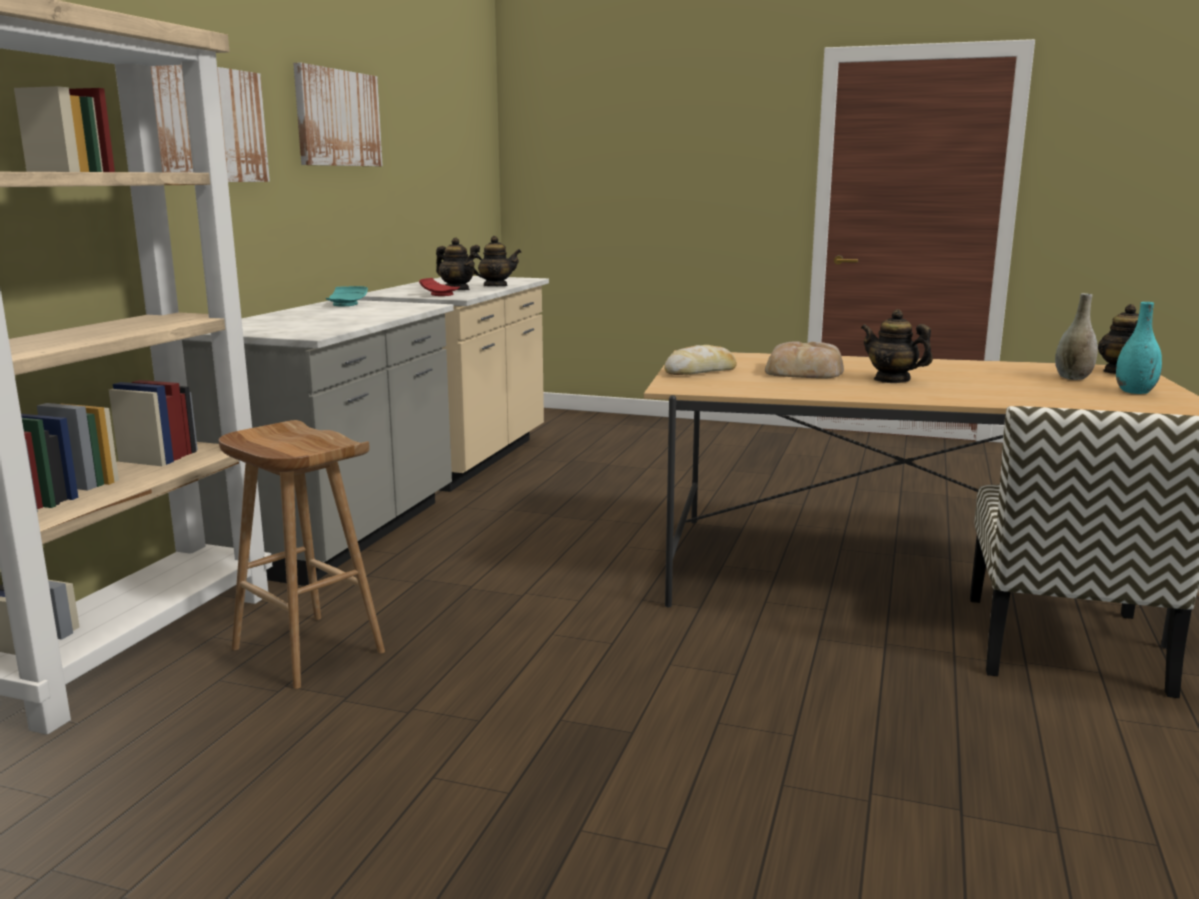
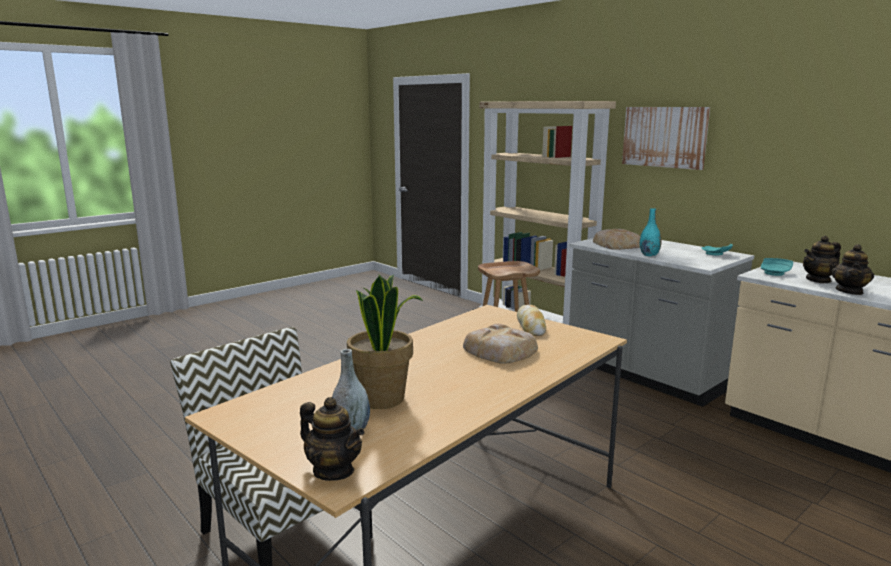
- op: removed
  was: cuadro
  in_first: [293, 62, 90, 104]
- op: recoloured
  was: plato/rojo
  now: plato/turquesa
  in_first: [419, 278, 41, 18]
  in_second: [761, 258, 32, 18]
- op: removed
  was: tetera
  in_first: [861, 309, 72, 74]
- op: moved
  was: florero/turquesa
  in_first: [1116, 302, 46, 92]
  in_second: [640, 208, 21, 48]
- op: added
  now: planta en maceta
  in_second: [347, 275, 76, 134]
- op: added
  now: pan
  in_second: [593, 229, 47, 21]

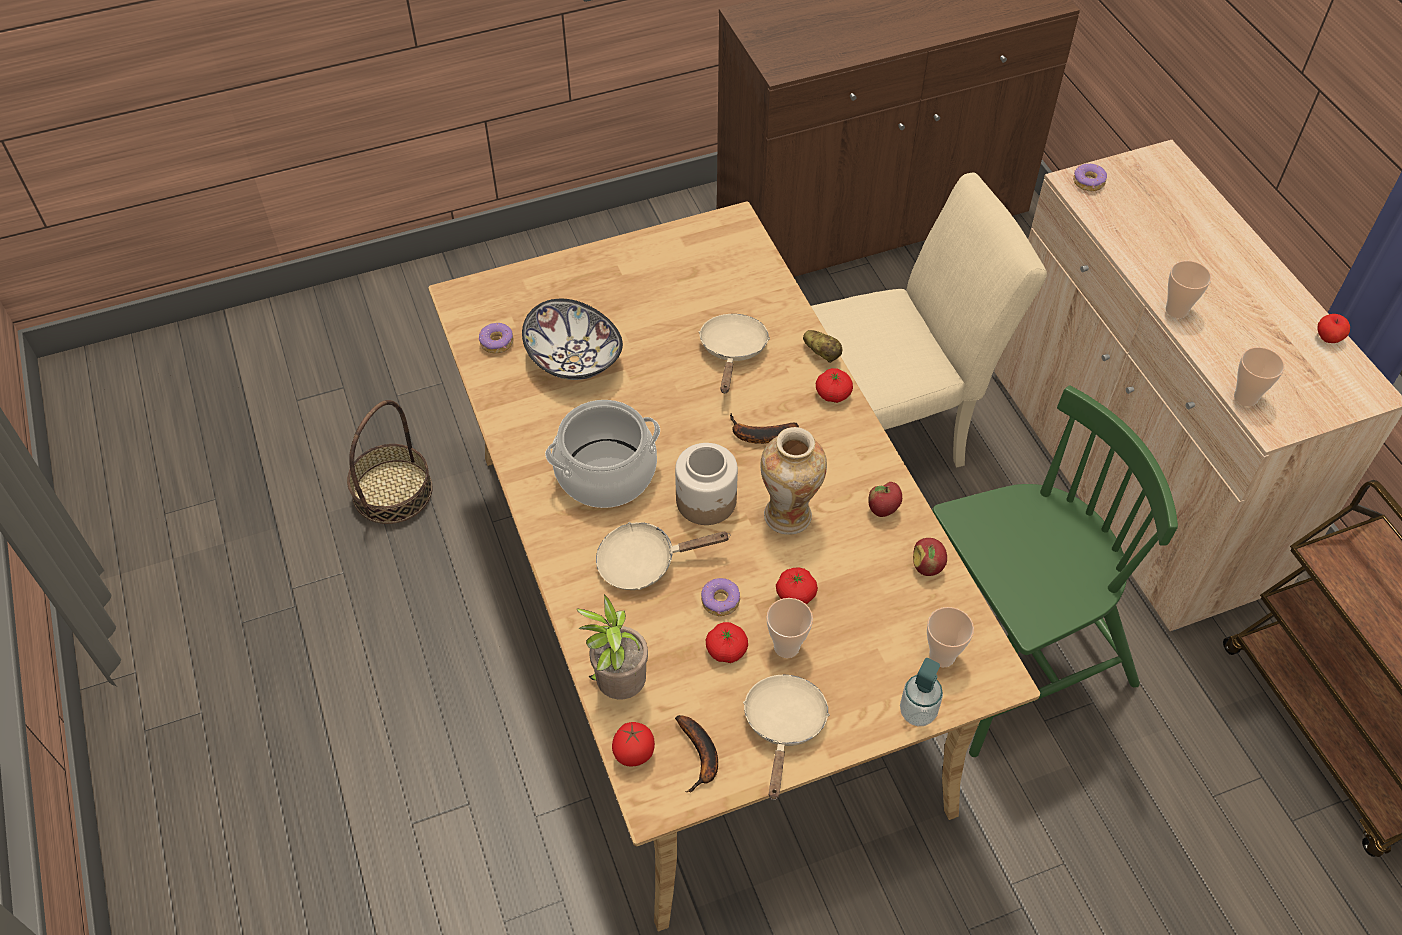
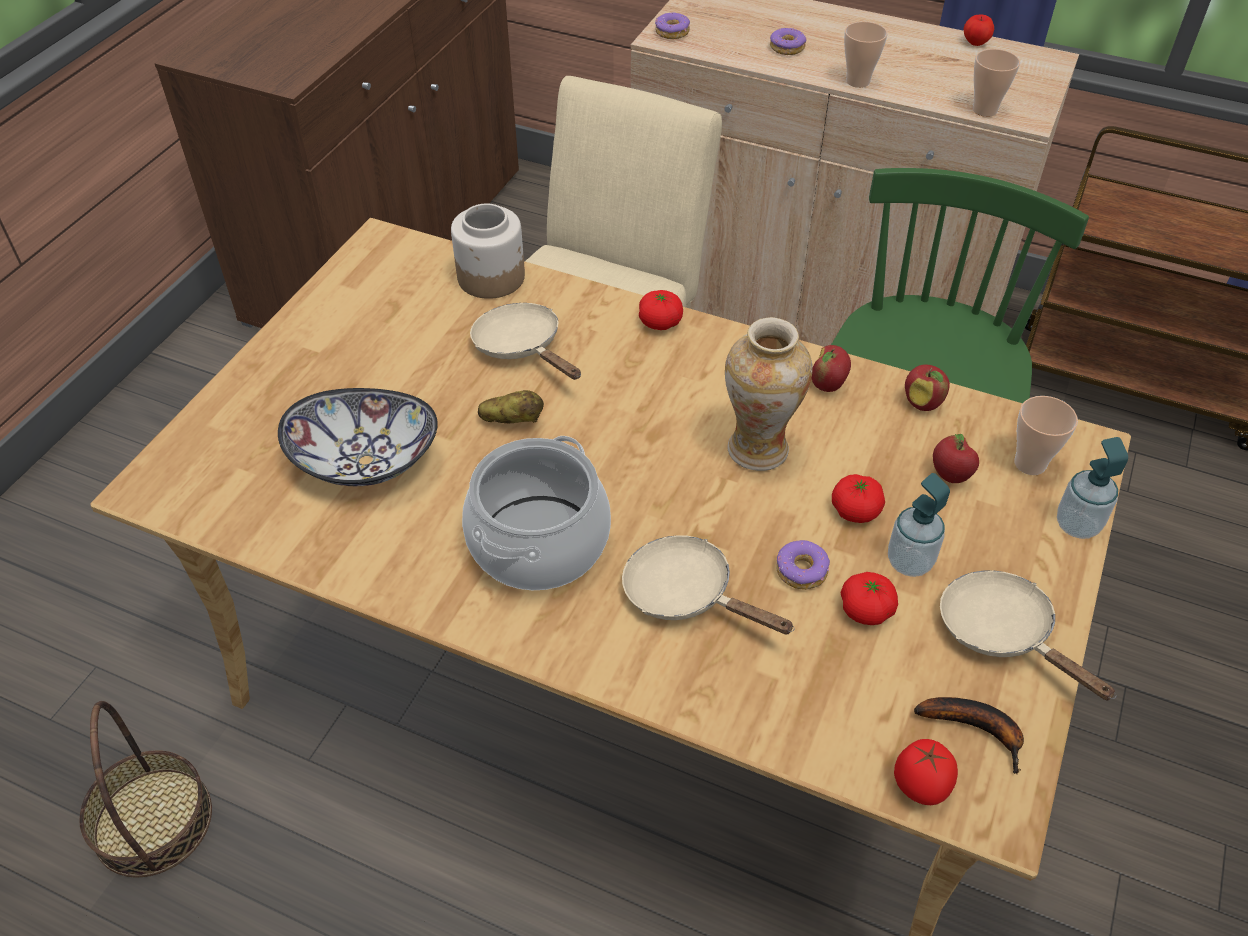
- op: moved
  was: rosquilla
  in_first: [479, 323, 35, 31]
  in_second: [770, 28, 37, 27]
- op: removed
  was: planta en maceta
  in_first: [577, 595, 71, 104]
- op: turned
  was: sartén/beis
  in_first: [596, 522, 133, 68]
  in_second: [622, 535, 173, 99]
  clockwise: 90
- op: moved
  was: tarro
  in_first: [675, 443, 63, 82]
  in_second: [451, 204, 74, 95]
- op: removed
  was: plátano
  in_first: [730, 413, 69, 31]
- op: replaced
  was: taza
  now: dispensador de jabón
  in_first: [767, 598, 46, 60]
  in_second: [888, 473, 62, 104]
- op: moved
  was: patata
  in_first: [803, 330, 39, 33]
  in_second: [478, 390, 66, 33]
- op: added
  now: manzana
  in_second: [933, 434, 46, 49]

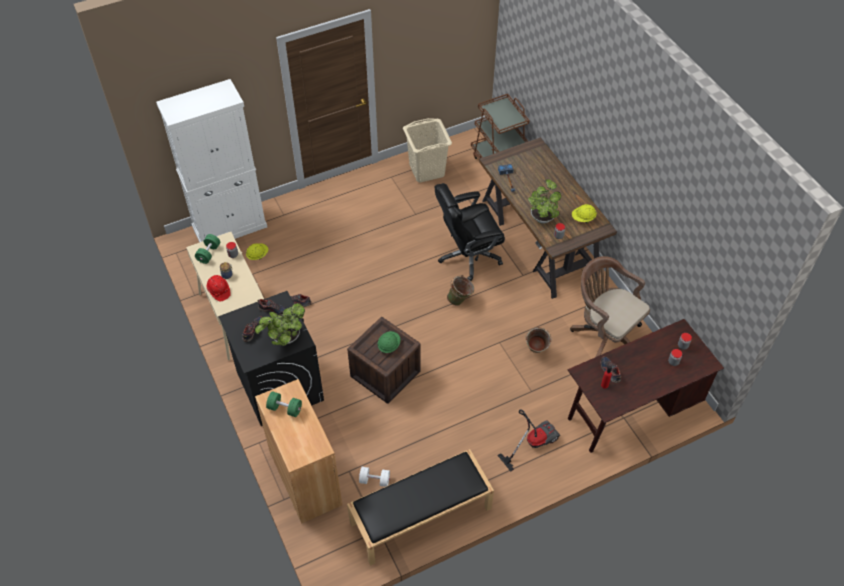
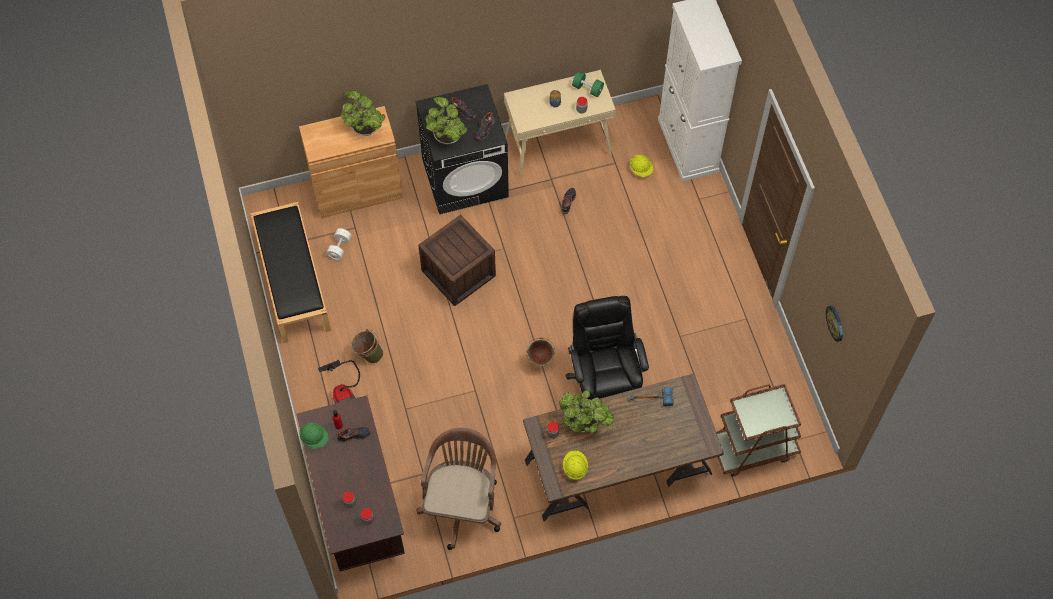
- op: removed
  was: casco/rojo
  in_first: [206, 275, 25, 26]
- op: replaced
  was: mancuerna/verde
  now: planta en maceta
  in_first: [266, 391, 36, 26]
  in_second: [340, 91, 45, 45]
- op: moved
  was: casco/verde
  in_first: [378, 331, 23, 22]
  in_second: [299, 423, 29, 25]
- op: removed
  was: cesto de la ropa/beis
  in_first: [403, 118, 49, 65]
- op: moved
  was: cubo/verde
  in_first: [525, 327, 27, 26]
  in_second: [351, 329, 32, 34]
- op: turned
  was: silla de oficina/marrón
  in_first: [570, 256, 80, 101]
  in_second: [416, 428, 85, 122]
  clockwise: -45
- op: added
  now: reloj de pared
  in_second: [826, 306, 17, 36]

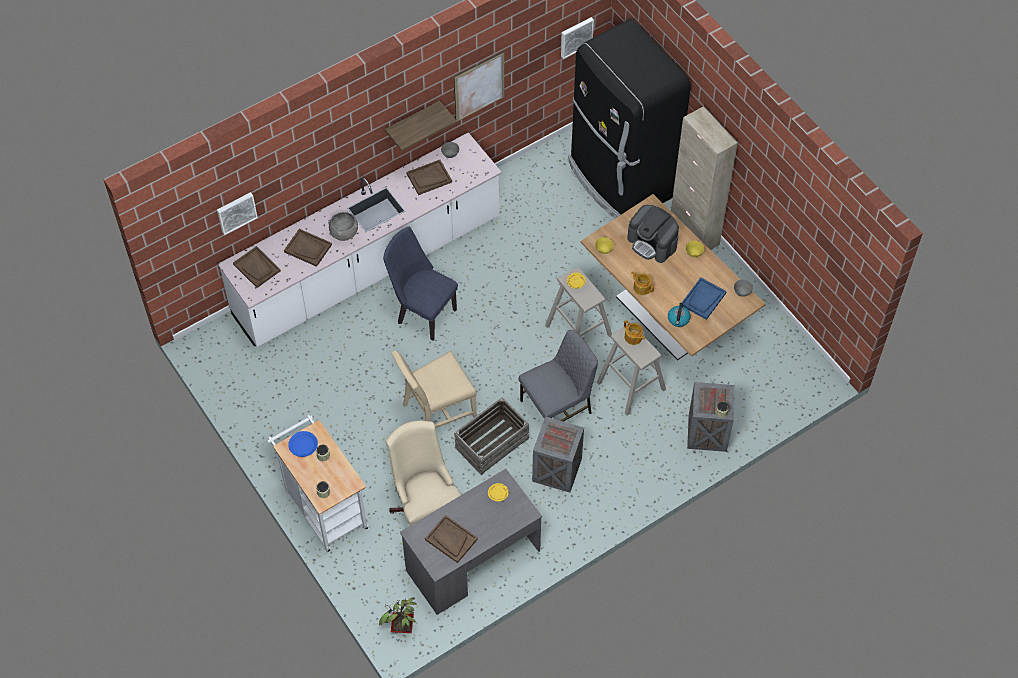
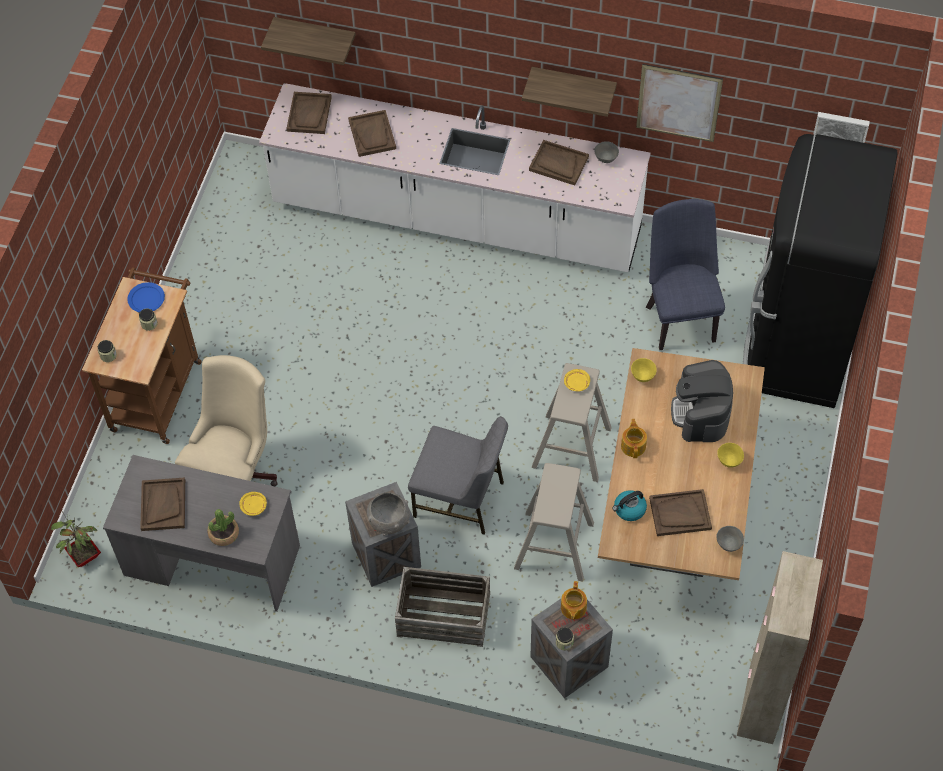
- op: replaced
  was: cuadro
  now: estante
  in_first: [217, 192, 41, 43]
  in_second: [261, 17, 95, 48]
- op: recoloured
  was: carrito/blanco
  now: carrito/marrón
  in_first: [267, 415, 102, 137]
  in_second: [82, 267, 120, 177]
- op: moved
  was: cuenco/gris
  in_first: [328, 211, 30, 30]
  in_second: [367, 492, 43, 44]
- op: moved
  was: silla/azul
  in_first: [383, 227, 75, 114]
  in_second: [646, 199, 79, 151]
- op: removed
  was: silla/beis
  in_first: [391, 351, 86, 77]
- op: moved
  was: caja de embalaje
  in_first: [454, 397, 75, 78]
  in_second: [395, 567, 95, 80]
- op: moved
  was: tetera
  in_first: [624, 320, 21, 25]
  in_second: [561, 581, 26, 38]
- op: moved
  was: armario/beis
  in_first: [671, 106, 67, 144]
  in_second: [737, 551, 86, 193]
- op: recoloured
  was: bandeja/azul
  now: bandeja/marrón
  in_first: [682, 277, 45, 43]
  in_second: [649, 489, 63, 47]
- op: added
  now: planta en maceta
  in_second: [207, 509, 32, 37]

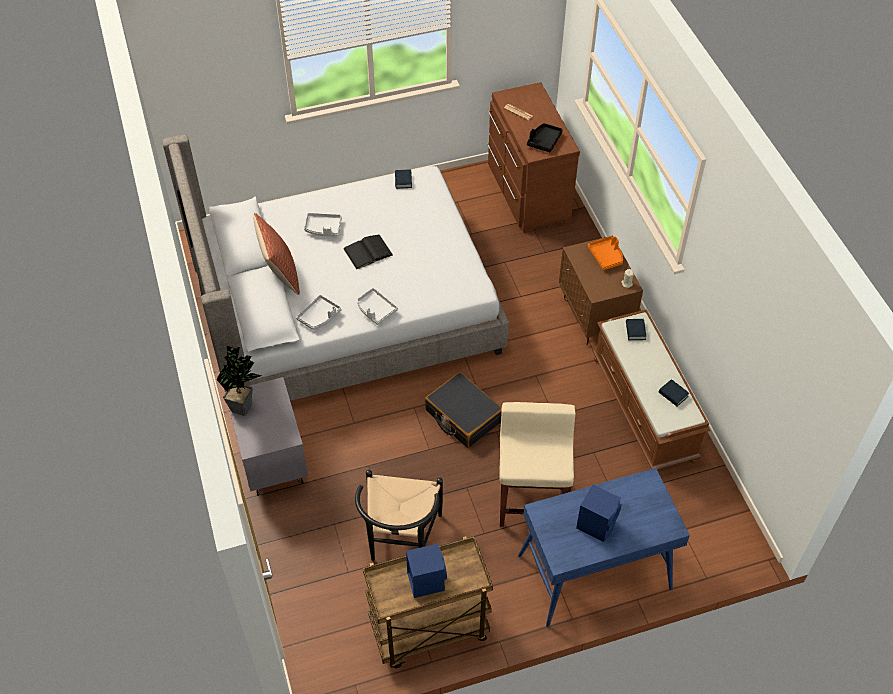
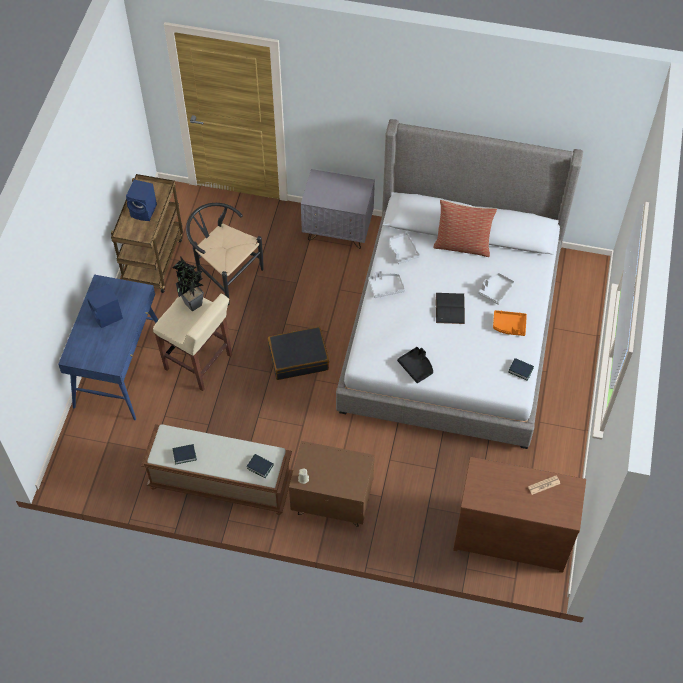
- op: moved
  was: planta en maceta
  in_first: [216, 346, 45, 70]
  in_second: [172, 256, 32, 55]
- op: moved
  was: bandeja/negro
  in_first: [527, 123, 36, 29]
  in_second: [397, 347, 36, 36]
- op: moved
  was: bandeja/naranja
  in_first: [588, 236, 35, 34]
  in_second: [493, 310, 34, 26]

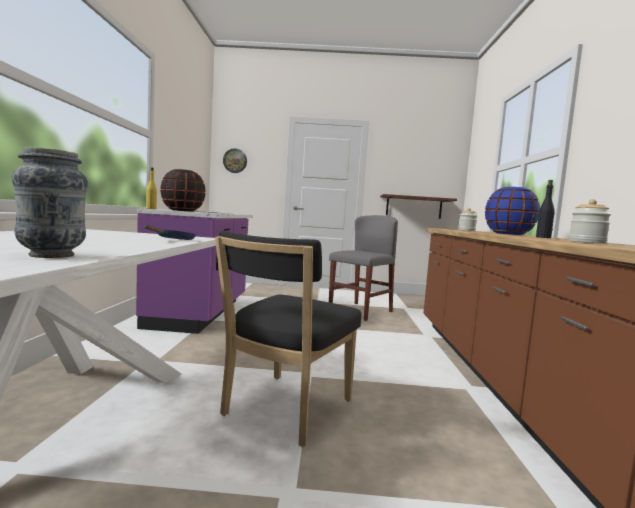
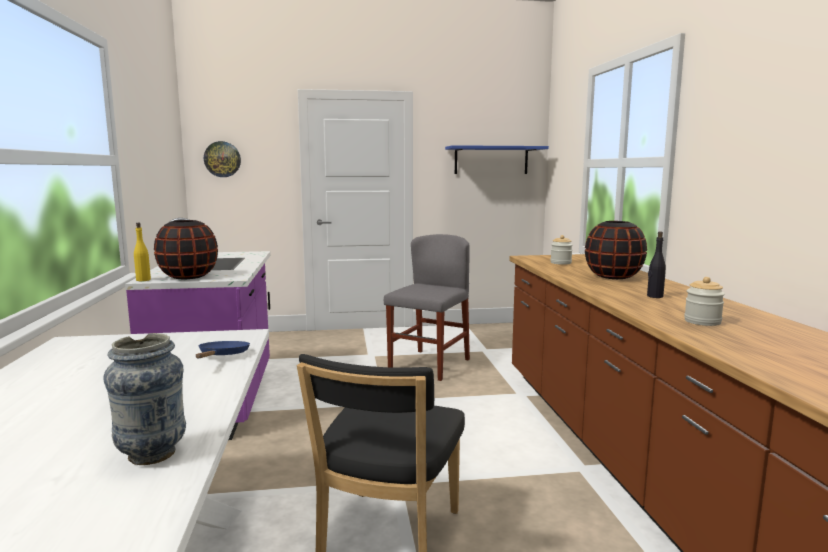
- op: removed
  was: estante/marrón
  in_first: [380, 194, 77, 25]
- op: recoloured
  was: florero/azul
  now: florero/negro
  in_first: [485, 187, 55, 48]
  in_second: [585, 221, 62, 58]
- op: added
  now: estante/azul
  in_second: [445, 145, 104, 29]

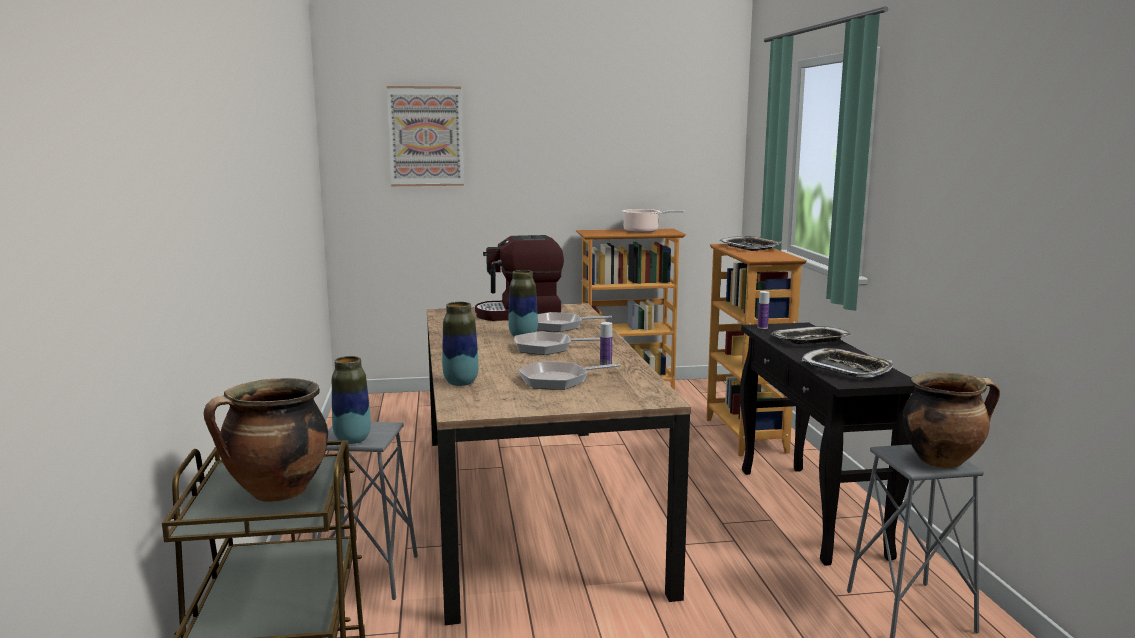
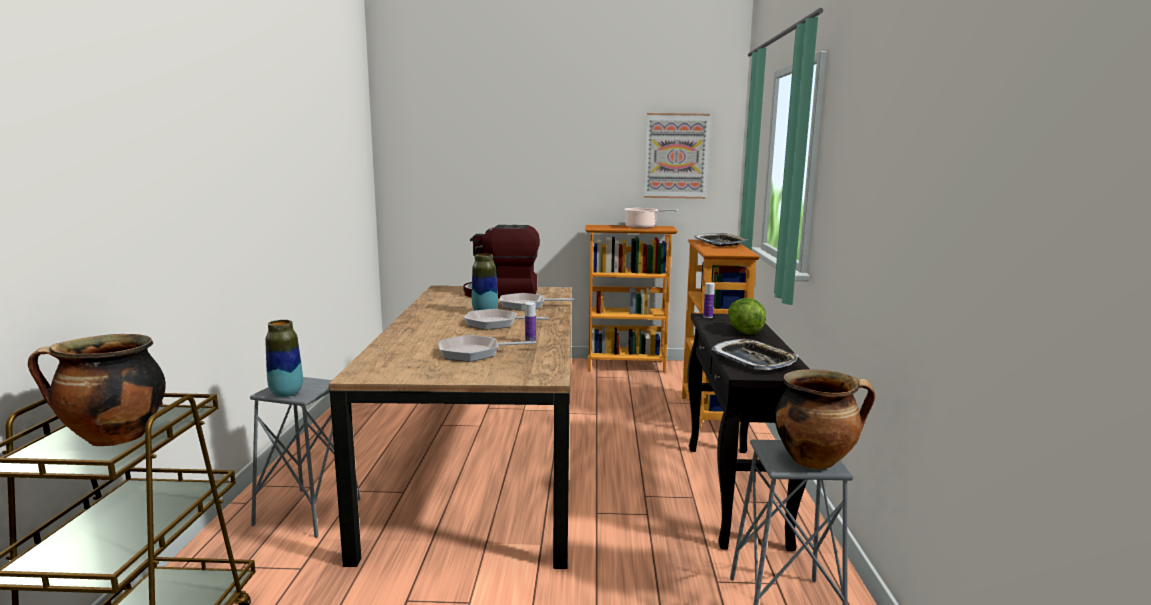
- op: moved
  was: cuadro
  in_first: [387, 86, 77, 100]
  in_second: [644, 113, 66, 86]
- op: removed
  was: florero
  in_first: [442, 302, 37, 84]
- op: replaced
  was: bandeja
  now: lechuga
  in_first: [771, 326, 81, 18]
  in_second: [728, 298, 38, 37]

